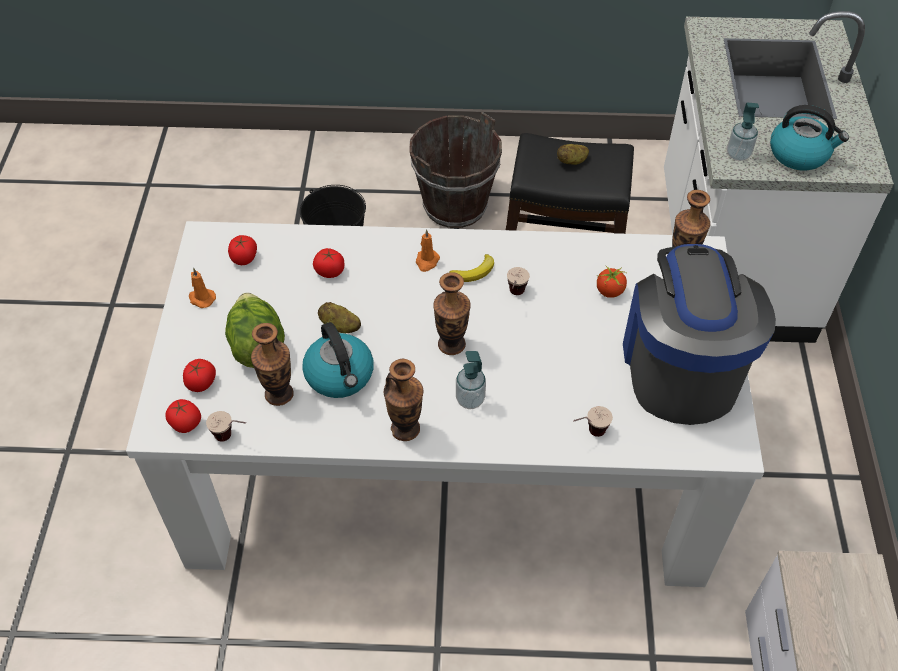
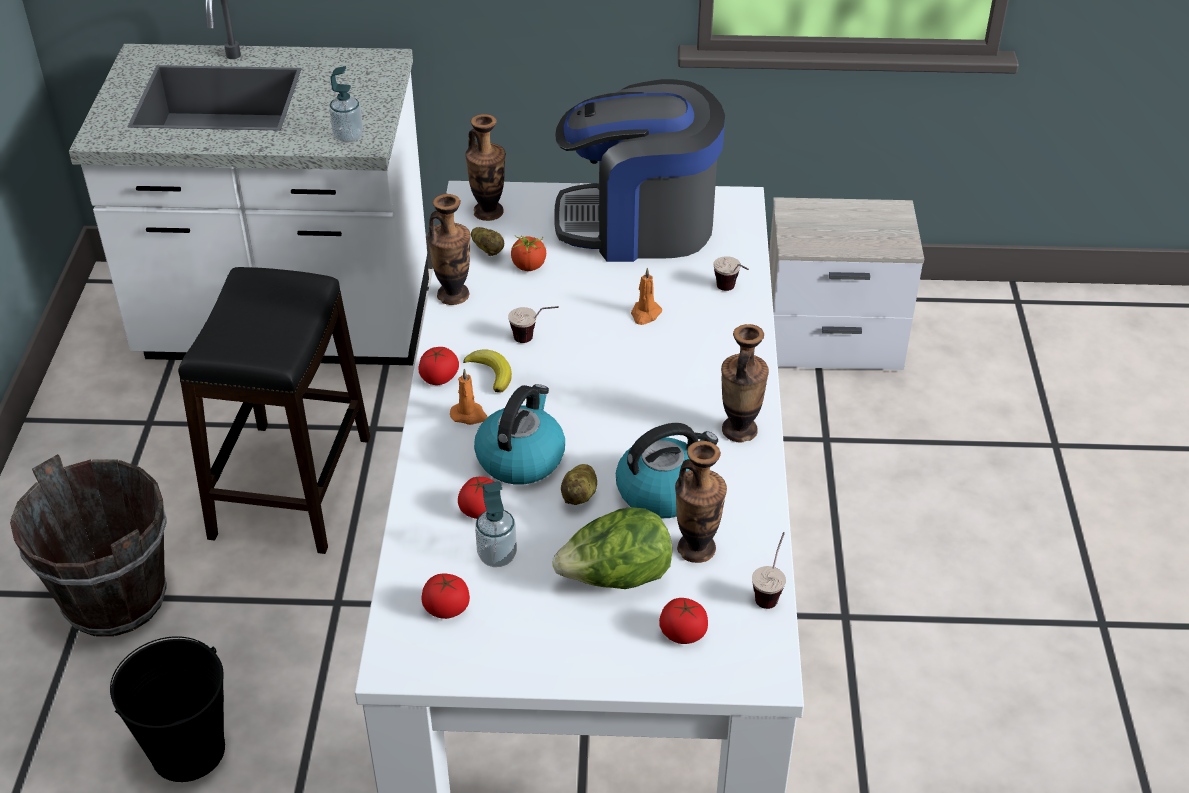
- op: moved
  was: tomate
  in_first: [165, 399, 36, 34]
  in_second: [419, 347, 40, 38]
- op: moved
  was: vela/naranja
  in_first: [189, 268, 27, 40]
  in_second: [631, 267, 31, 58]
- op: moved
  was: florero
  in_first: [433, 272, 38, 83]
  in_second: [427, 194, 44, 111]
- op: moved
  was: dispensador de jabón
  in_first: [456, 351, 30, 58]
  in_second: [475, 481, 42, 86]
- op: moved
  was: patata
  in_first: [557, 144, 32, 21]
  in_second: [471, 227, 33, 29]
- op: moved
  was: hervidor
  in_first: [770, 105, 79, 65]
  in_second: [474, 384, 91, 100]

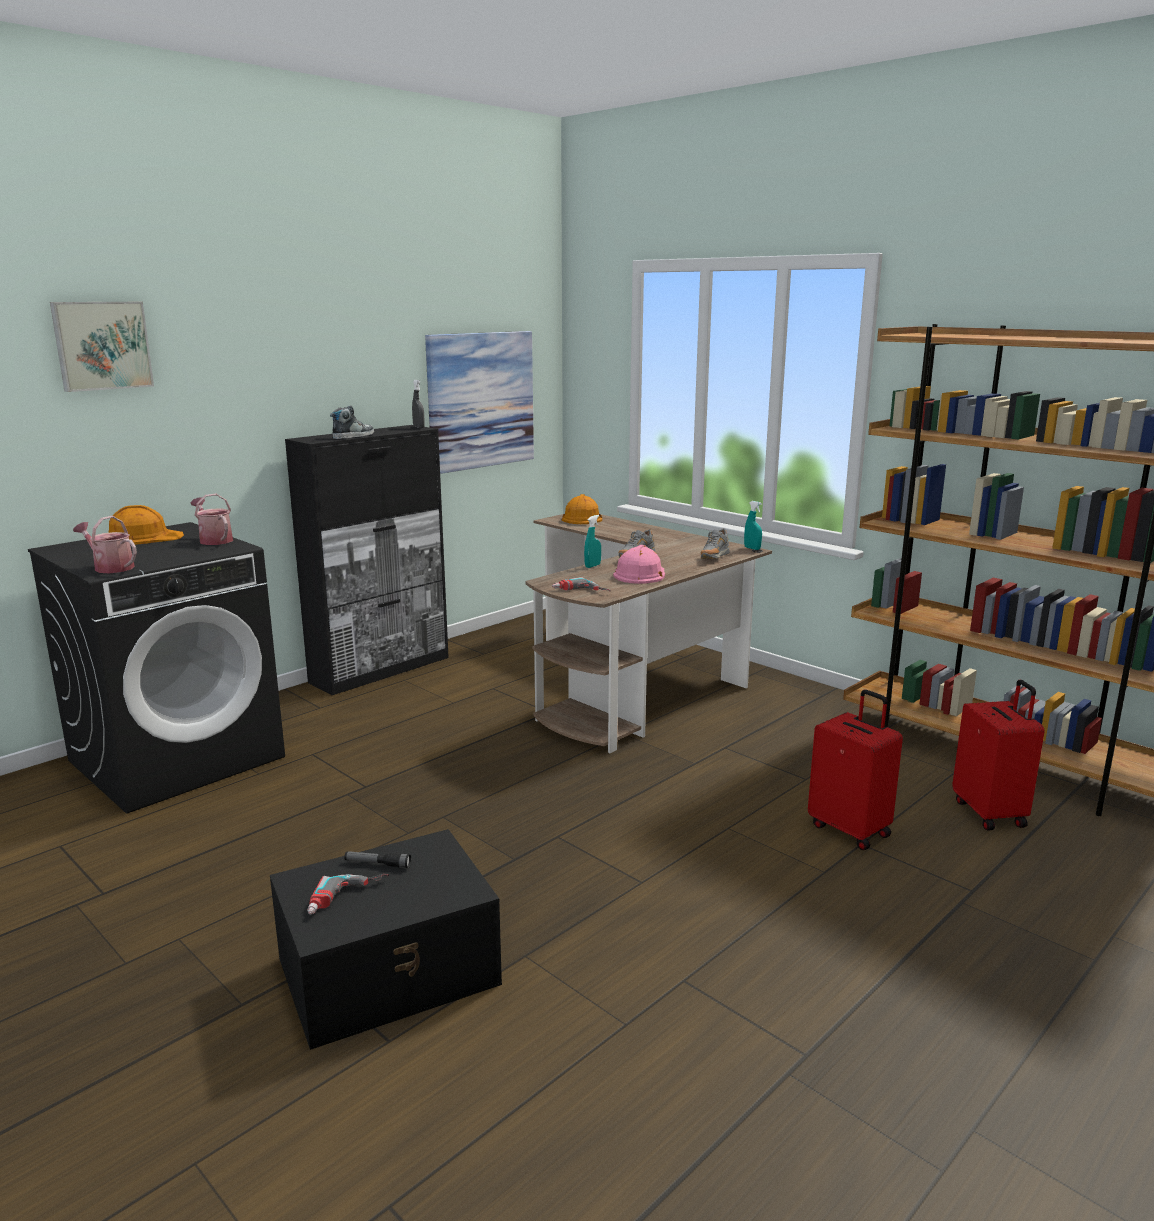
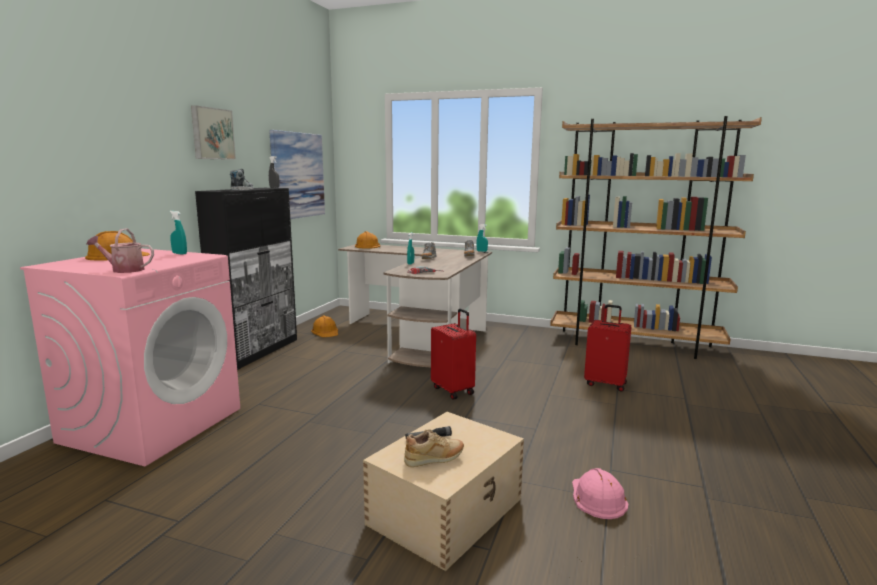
- op: recoloured
  was: lavadora/negro
  now: lavadora/rosa
  in_first: [28, 522, 257, 292]
  in_second: [20, 248, 220, 218]
- op: moved
  was: cuadro
  in_first: [50, 302, 104, 90]
  in_second: [191, 105, 45, 55]
- op: replaced
  was: regadera
  now: pulverizador/turquesa
  in_first: [190, 494, 43, 51]
  in_second: [170, 211, 17, 44]
- op: recoloured
  was: caja de almacenaje/negro
  now: caja de almacenaje/beis
  in_first: [270, 829, 232, 221]
  in_second: [363, 412, 161, 159]
- op: replaced
  was: taladro
  now: zapato/beis
  in_first: [307, 874, 82, 40]
  in_second: [404, 429, 60, 38]
- op: moved
  was: casco/rosa
  in_first: [613, 545, 52, 39]
  in_second: [572, 468, 56, 51]
- op: moved
  was: maleta/rojo
  in_first: [952, 680, 93, 151]
  in_second: [431, 309, 45, 91]
- op: added
  now: casco/naranja
  in_second: [311, 315, 27, 22]

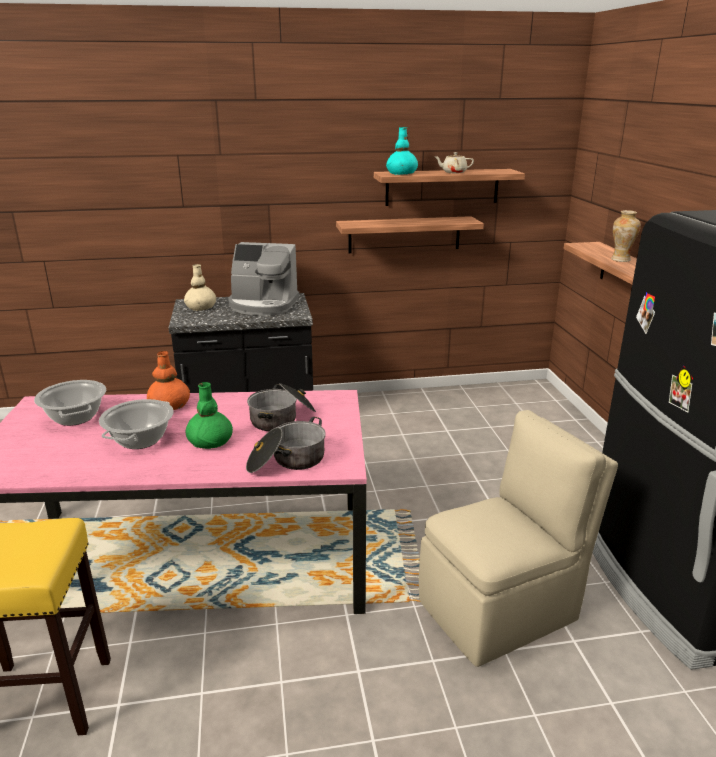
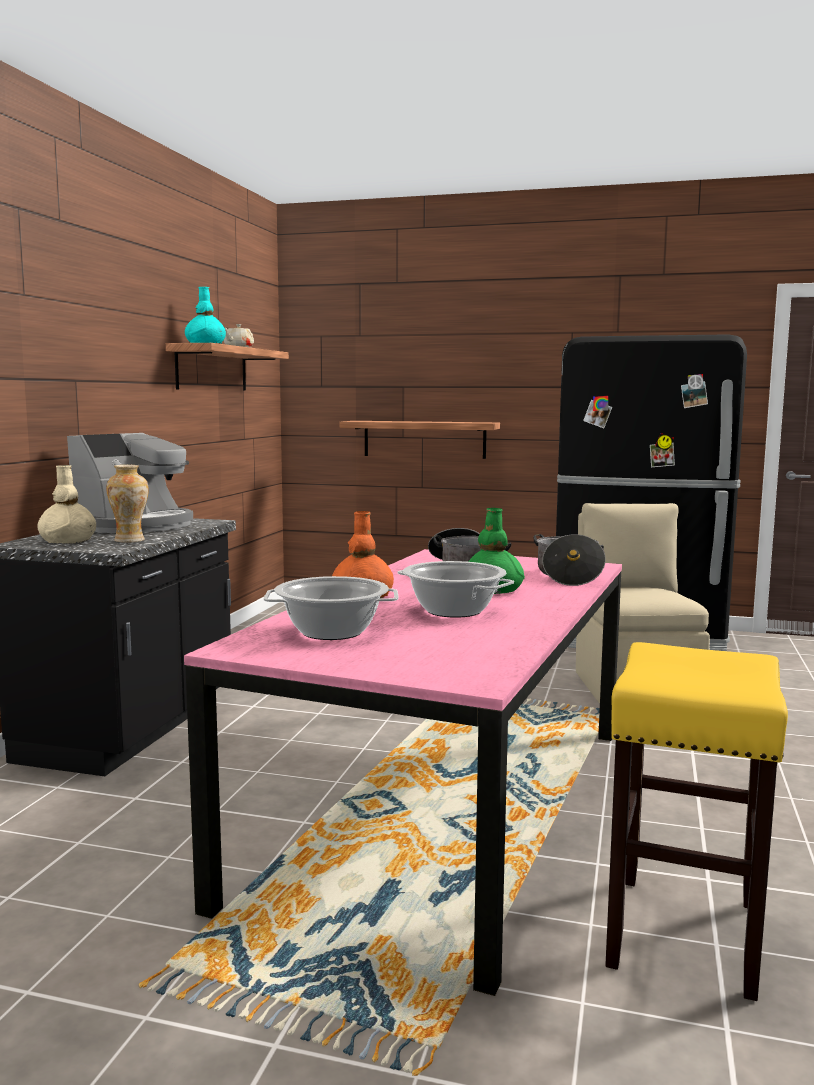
- op: removed
  was: estante
  in_first: [336, 216, 148, 37]
- op: moved
  was: florero
  in_first: [611, 210, 30, 52]
  in_second: [106, 465, 43, 77]

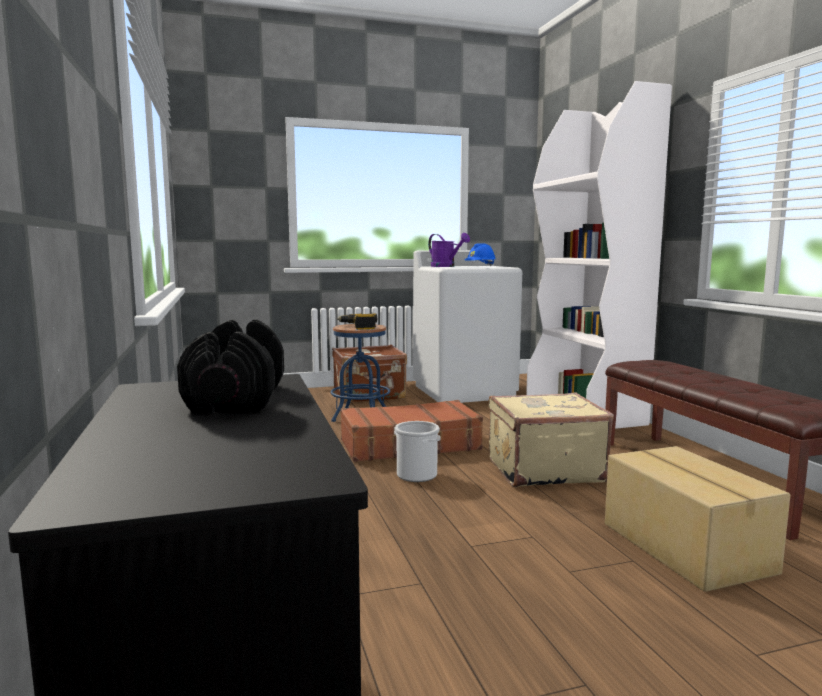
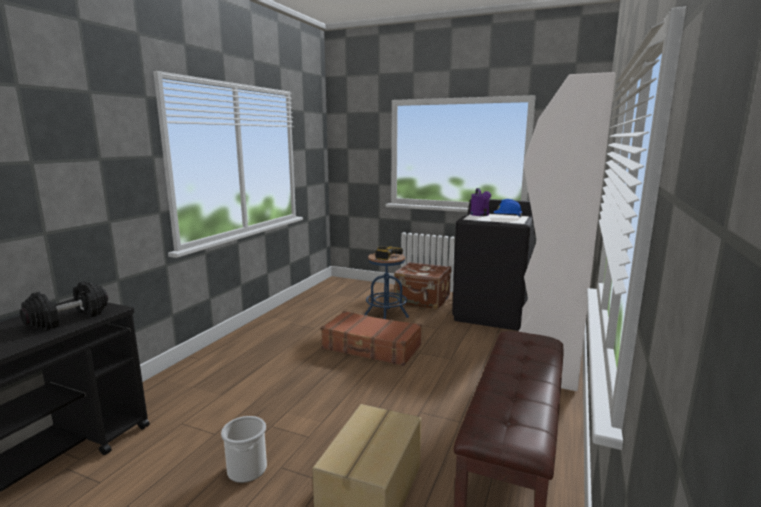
- op: moved
  was: cubo
  in_first: [394, 421, 47, 61]
  in_second: [221, 416, 46, 67]
- op: recoloured
  was: lavadora/blanco
  now: lavadora/negro
  in_first: [413, 250, 109, 153]
  in_second: [452, 199, 83, 132]
- op: removed
  was: maleta/beis
  in_first: [489, 392, 125, 95]

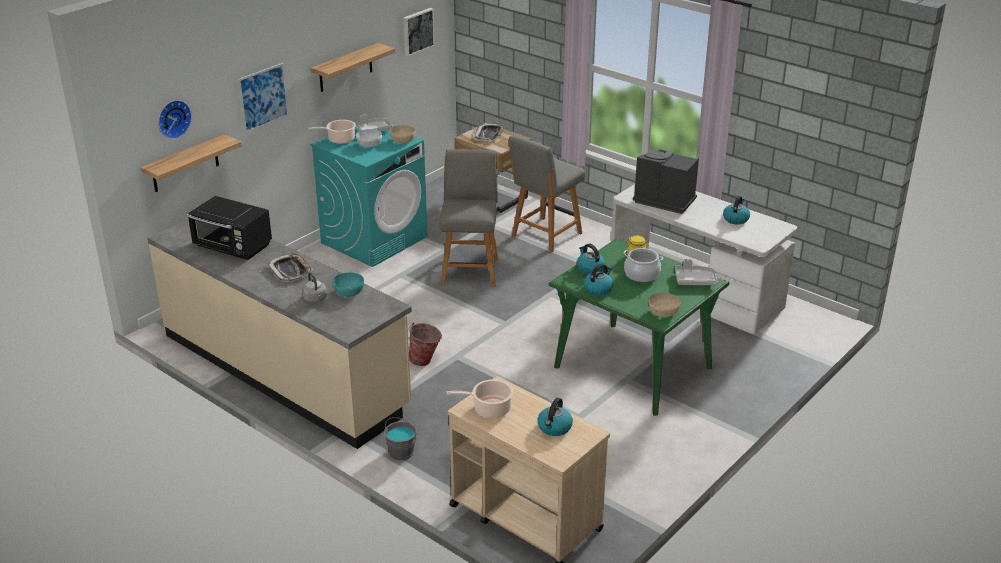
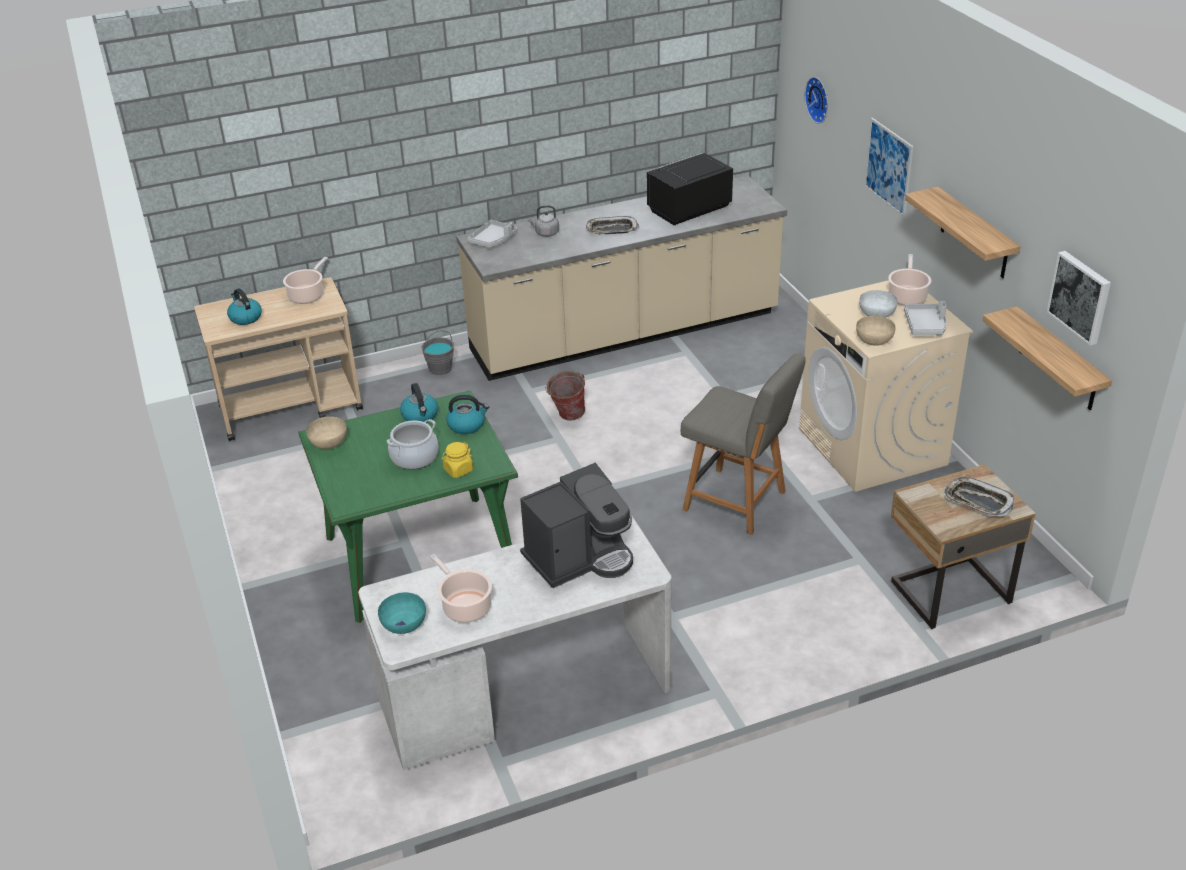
- op: moved
  was: estante
  in_first: [140, 134, 102, 58]
  in_second: [982, 306, 130, 104]
- op: recoloured
  was: lavadora/turquesa
  now: lavadora/beis
  in_first: [310, 128, 118, 139]
  in_second: [799, 280, 174, 212]
- op: moved
  was: cuenco/turquesa
  in_first: [332, 273, 32, 24]
  in_second: [378, 592, 48, 42]
- op: removed
  was: silla/gris
  in_first: [509, 135, 76, 118]
- op: moved
  was: bandeja/gris
  in_first: [675, 259, 43, 26]
  in_second: [468, 220, 50, 28]
- op: replaced
  was: hervidor
  now: olla
  in_first: [723, 196, 27, 28]
  in_second: [430, 554, 62, 69]

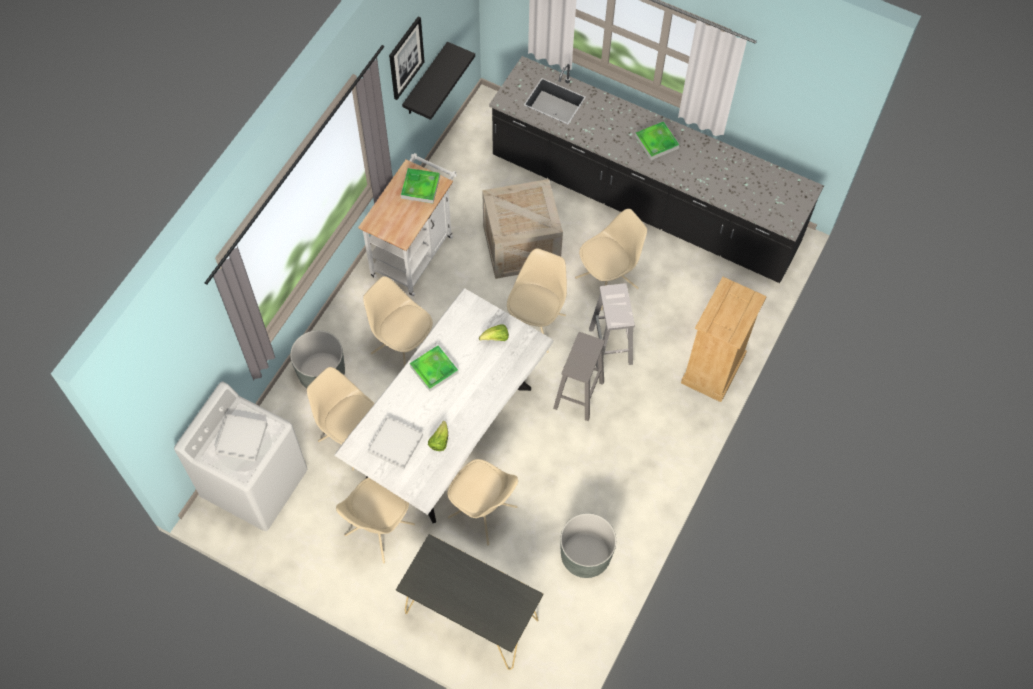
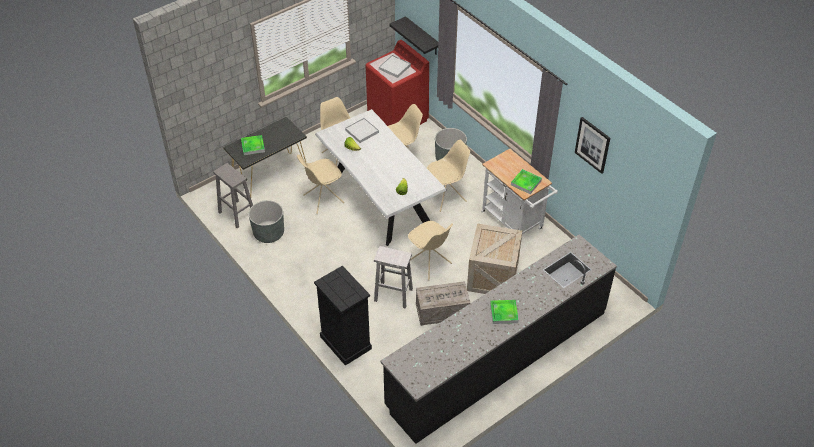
- op: recoloured
  was: lavadora/blanco
  now: lavadora/rojo
  in_first: [174, 382, 133, 149]
  in_second: [366, 40, 63, 86]
- op: moved
  was: estante/negro
  in_first: [402, 42, 73, 78]
  in_second: [389, 16, 49, 39]
- op: moved
  was: bandeja
  in_first: [410, 345, 49, 47]
  in_second: [241, 135, 24, 20]
- op: moved
  was: taburete/gris
  in_first: [553, 332, 52, 89]
  in_second: [213, 163, 40, 65]
- op: replaced
  was: silla/beis
  now: caja de embalaje
  in_first: [575, 209, 72, 102]
  in_second: [416, 281, 54, 45]
- op: recoloured
  was: cómoda/beis
  now: cómoda/negro
  in_first: [681, 277, 86, 125]
  in_second: [314, 266, 58, 100]

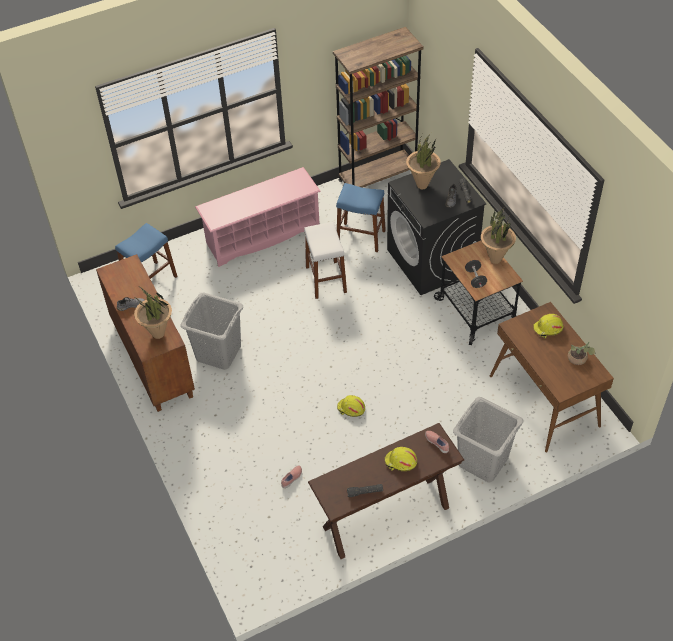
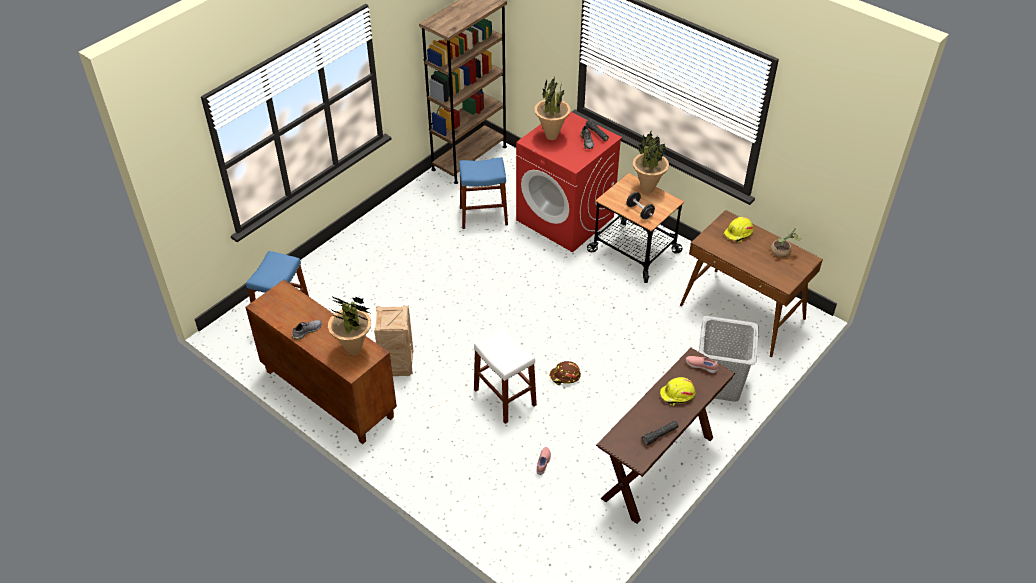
- op: replaced
  was: cesto de la ropa/gris
  now: caja de embalaje
  in_first: [180, 292, 63, 78]
  in_second: [374, 305, 39, 71]
- op: removed
  was: zapatero/rosa
  in_first: [195, 167, 126, 100]
- op: moved
  was: taburete/blanco
  in_first: [304, 222, 43, 77]
  in_second: [474, 327, 63, 97]
- op: recoloured
  was: casco/amarillo
  now: casco/marrón
  in_first: [337, 395, 28, 22]
  in_second: [549, 361, 32, 24]
- op: recoloured
  was: lavadora/negro
  now: lavadora/rojo
  in_first: [387, 159, 100, 136]
  in_second: [516, 112, 106, 140]

